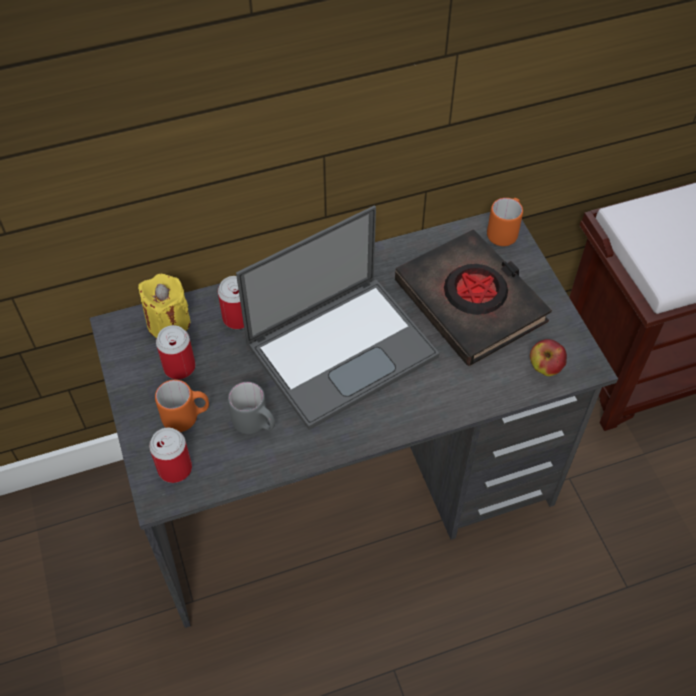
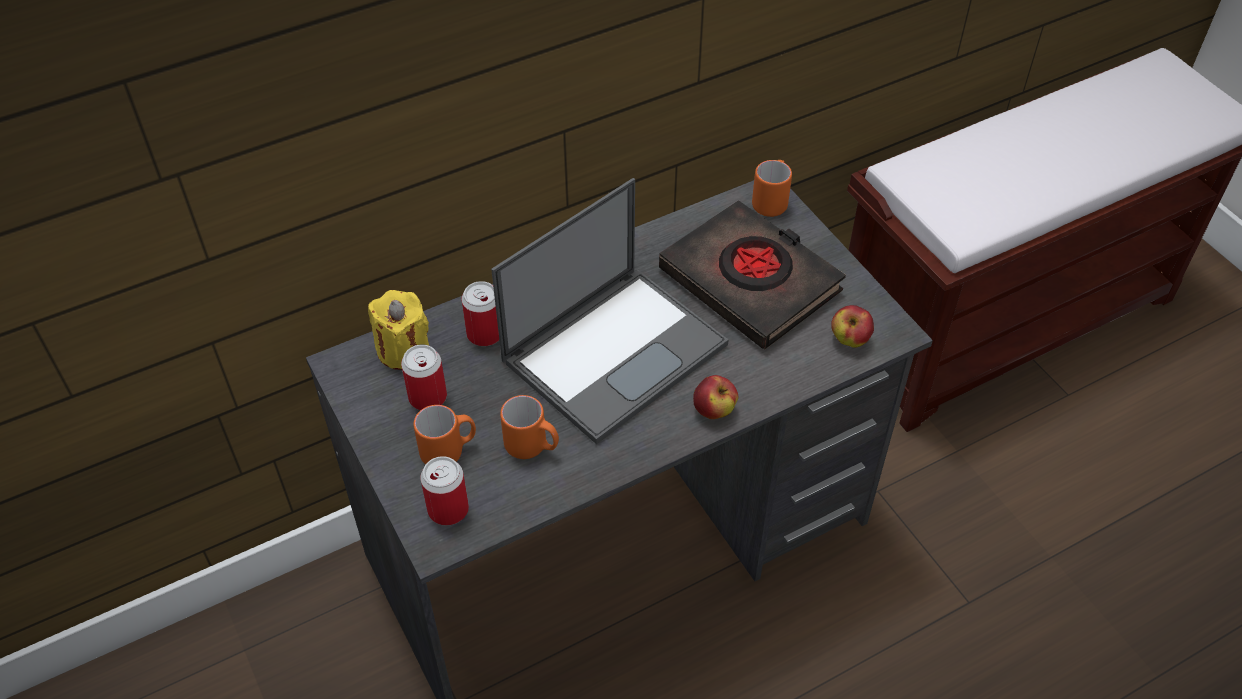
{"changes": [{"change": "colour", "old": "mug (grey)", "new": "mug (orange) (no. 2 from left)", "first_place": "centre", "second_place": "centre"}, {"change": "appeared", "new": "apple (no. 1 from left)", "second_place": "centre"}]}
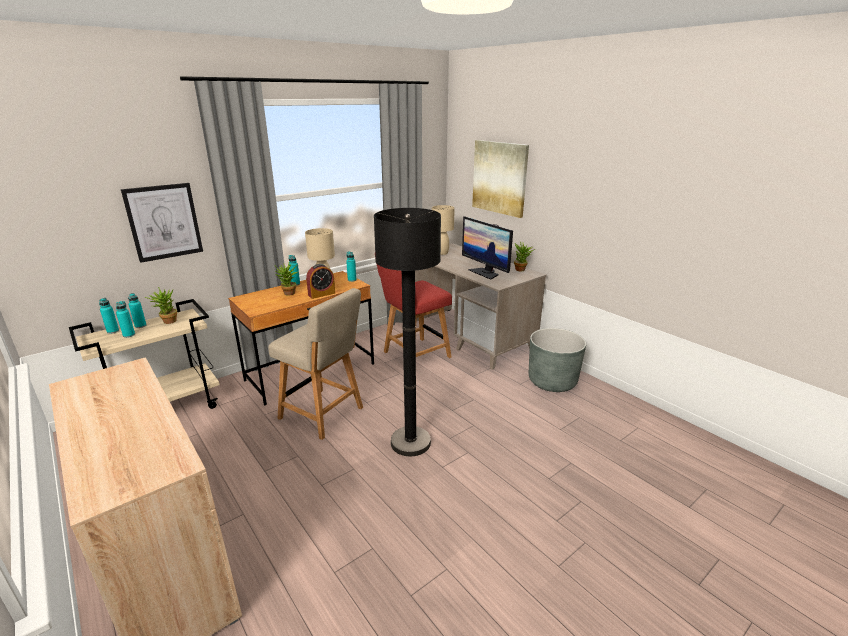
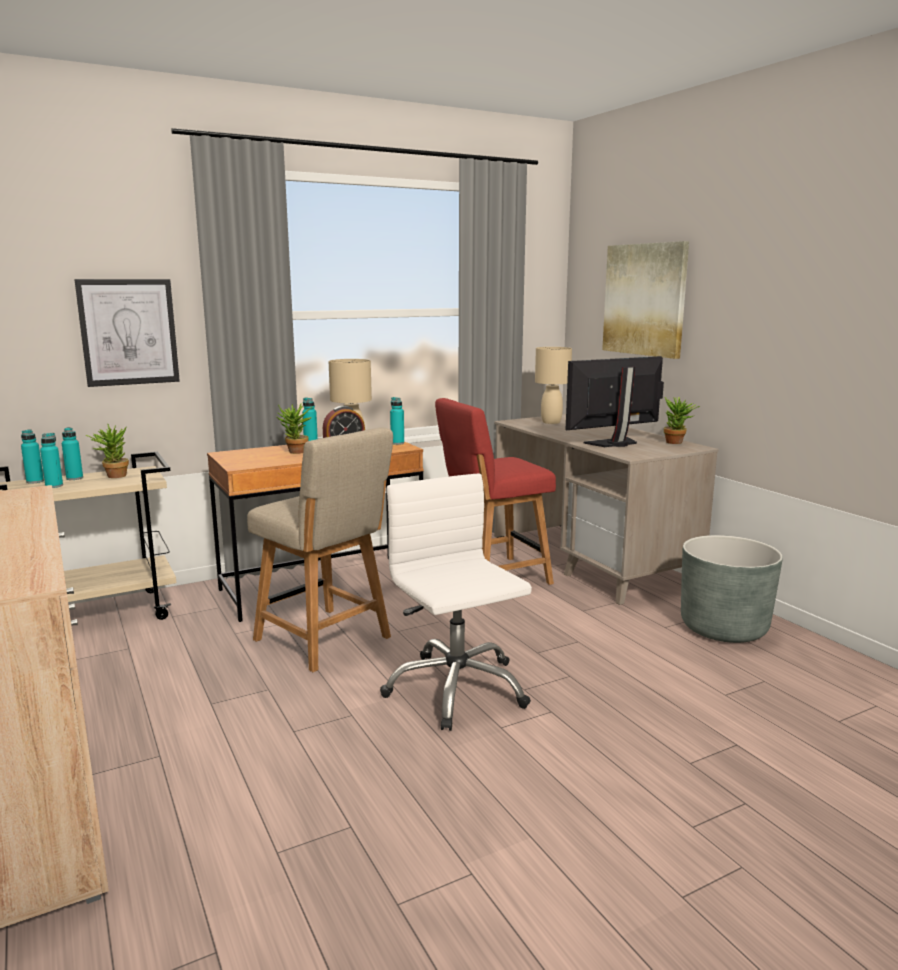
{"changes": [{"change": "exchanged", "old": "floor lamp (black)", "new": "office chair (white)", "first_place": "centre", "second_place": "centre"}, {"change": "spun", "old": "monitor", "first_place": "centre", "second_place": "middle right", "degrees": 90}]}
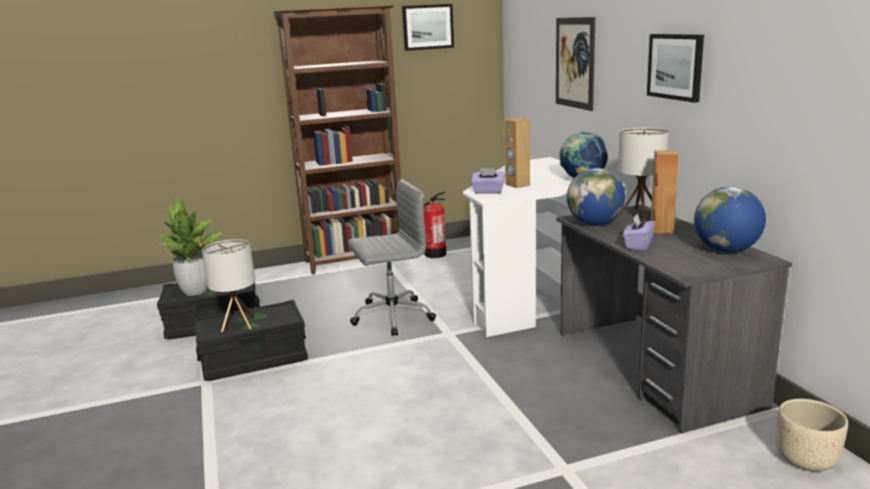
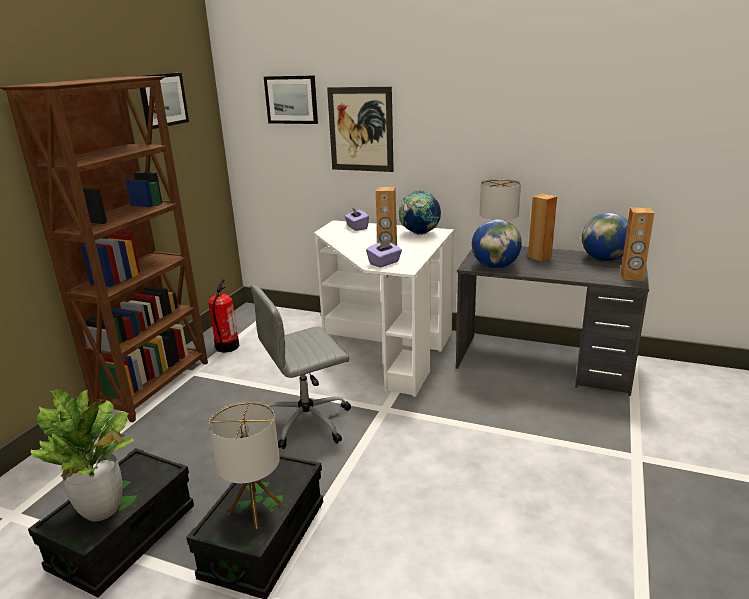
{"changes": [{"change": "spun", "old": "office chair (grey)", "first_place": "centre", "second_place": "centre", "degrees": -135}, {"change": "relocated", "old": "picture (no. 3 from left in the first image)", "new": "picture (no. 2 from left)", "first_place": "top right", "second_place": "top centre"}, {"change": "relocated", "old": "tissue box (purple) (no. 2 from left in the first image)", "new": "tissue box (purple) (no. 1 from left)", "first_place": "middle right", "second_place": "centre"}, {"change": "appeared", "new": "speaker (brown) (no. 3 from left)", "second_place": "middle right"}, {"change": "missing", "old": "planter (beige)", "first_place": "bottom right"}]}
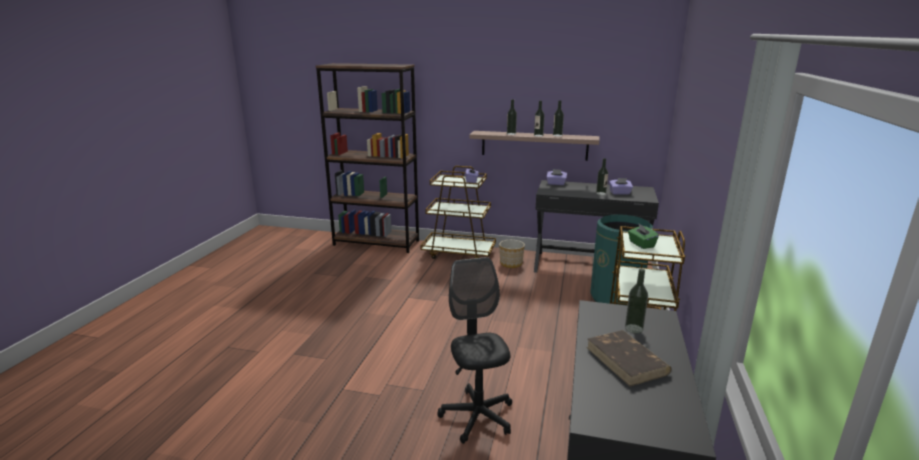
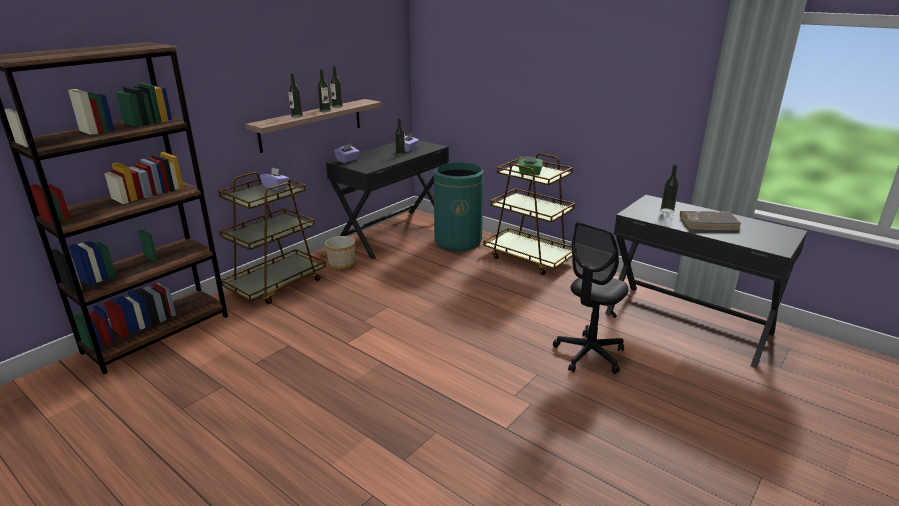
{"changes": [{"change": "spun", "old": "office chair (black)", "first_place": "bottom centre", "second_place": "centre", "degrees": -60}]}
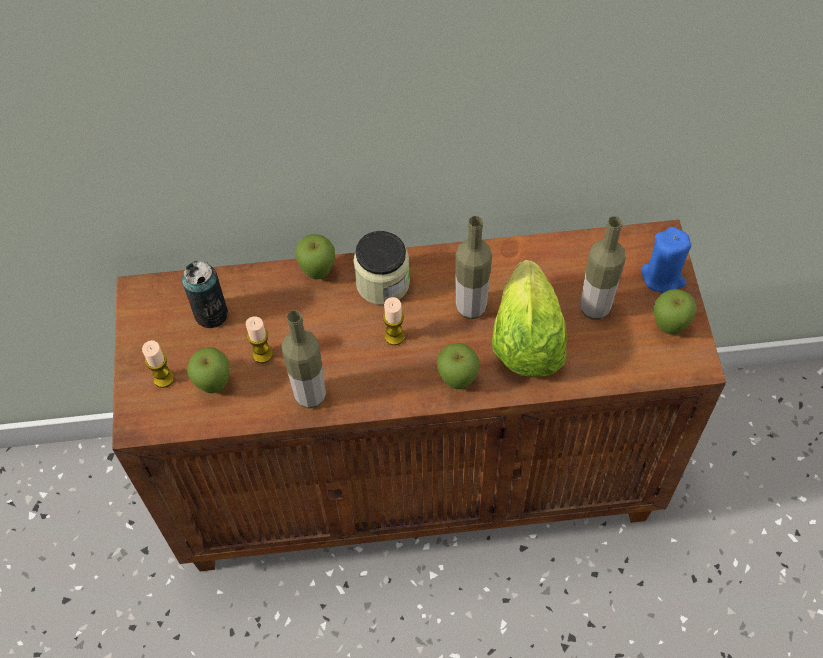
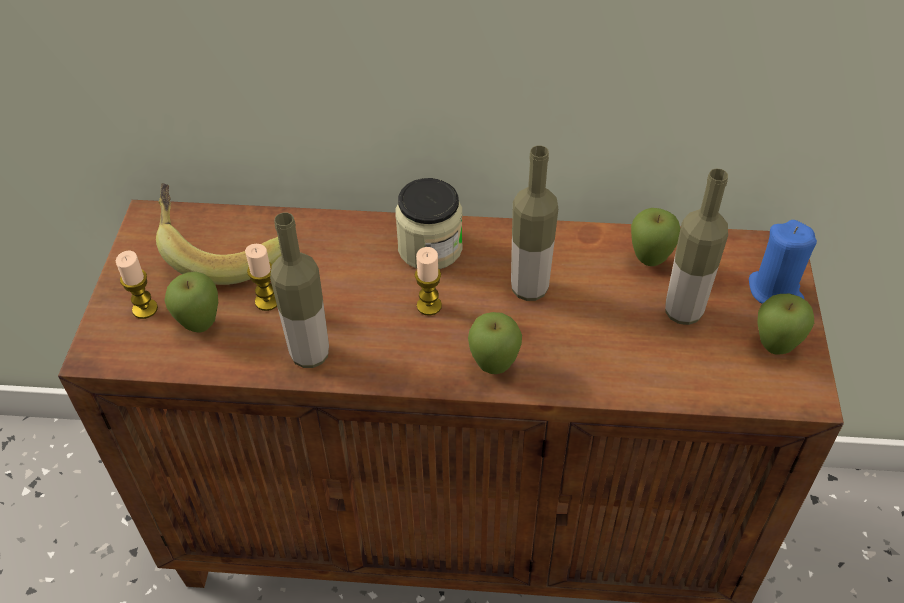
{"changes": [{"change": "exchanged", "old": "can", "new": "banana", "first_place": "middle left", "second_place": "middle left"}, {"change": "relocated", "old": "apple (no. 2 from left in the first image)", "new": "apple (no. 3 from left)", "first_place": "centre", "second_place": "middle right"}, {"change": "missing", "old": "lettuce", "first_place": "centre"}]}
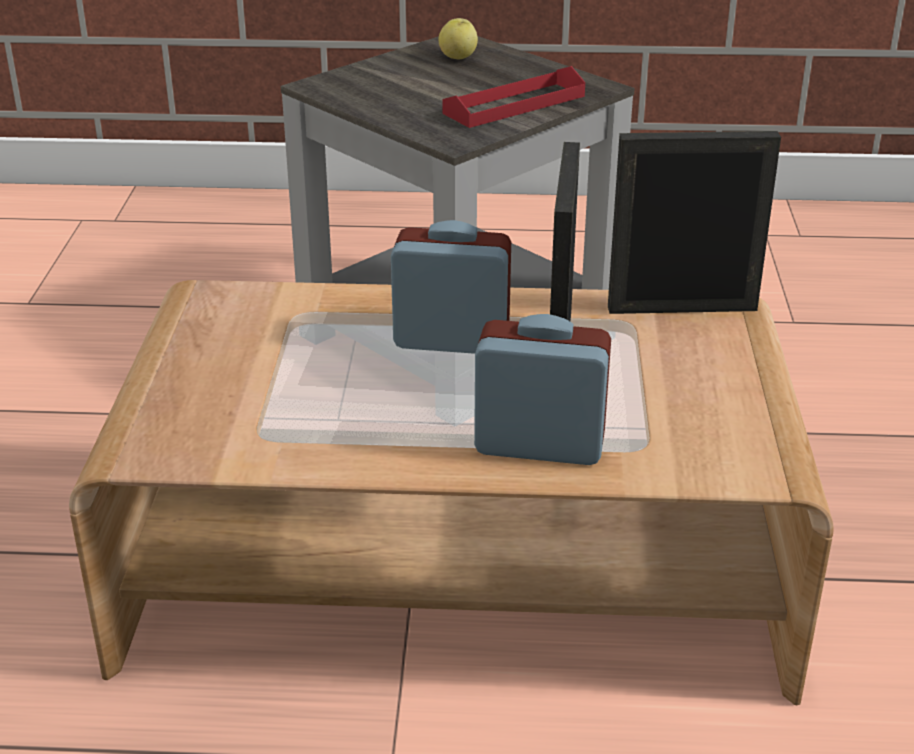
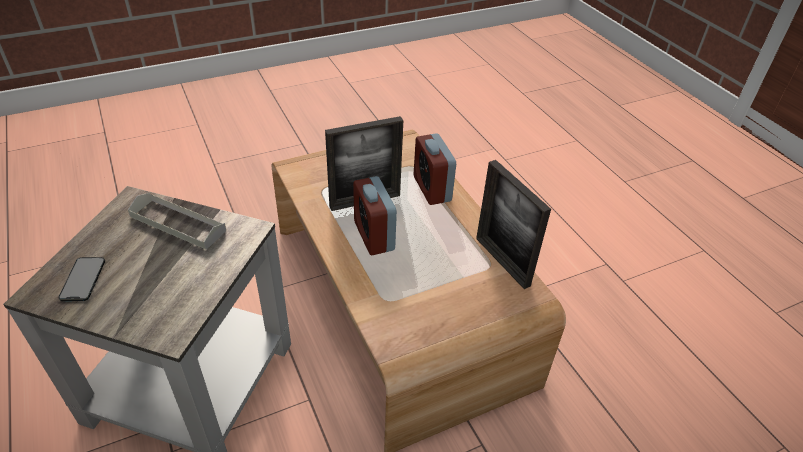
{"changes": [{"change": "exchanged", "old": "apple", "new": "phone", "first_place": "top centre", "second_place": "middle left"}, {"change": "colour", "old": "tray (red)", "new": "tray (grey)", "first_place": "top centre", "second_place": "middle left"}, {"change": "relocated", "old": "picture frame (no. 2 from left)", "first_place": "top right", "second_place": "centre"}]}
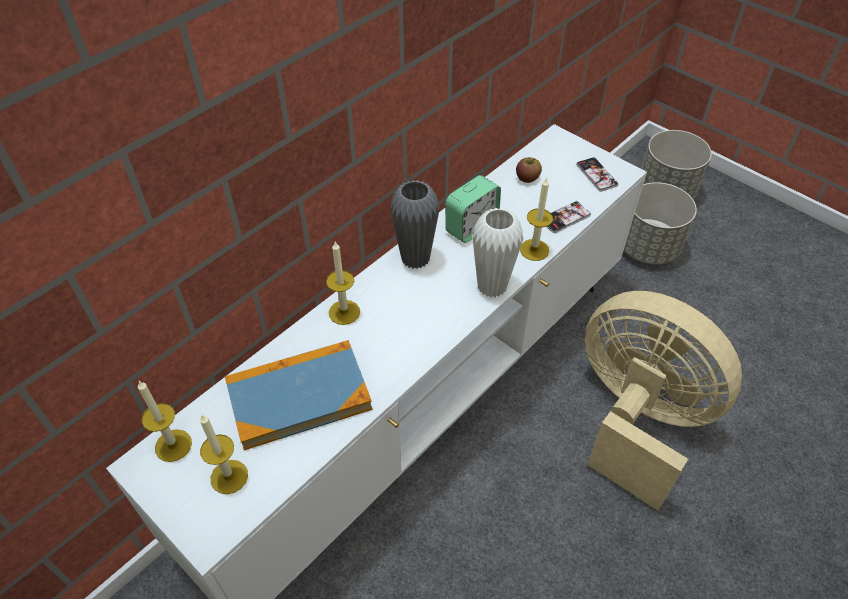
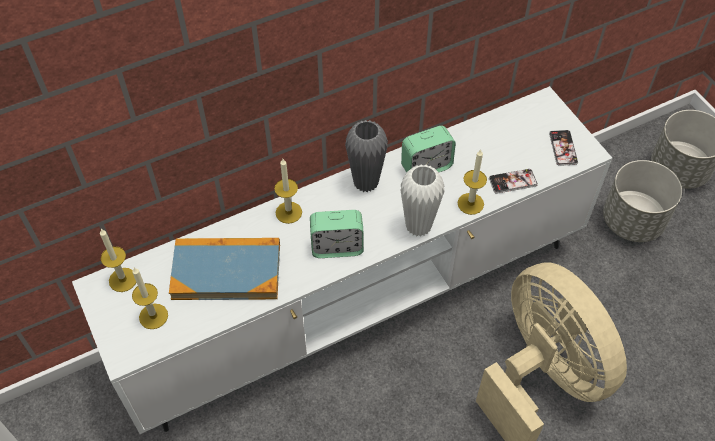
{"changes": [{"change": "appeared", "new": "alarm clock (no. 1 from left)", "second_place": "centre"}, {"change": "missing", "old": "apple", "first_place": "top centre"}]}
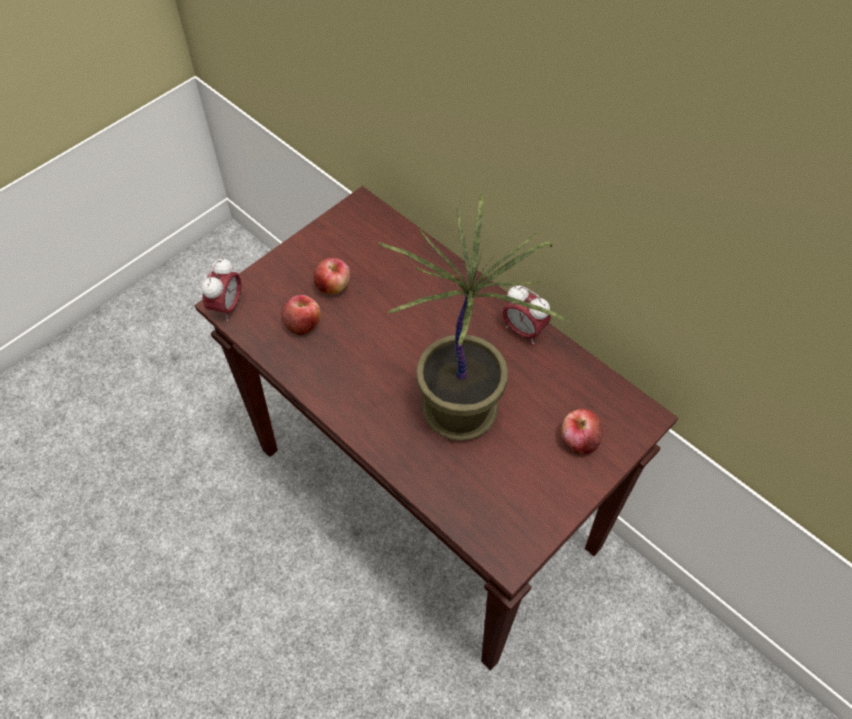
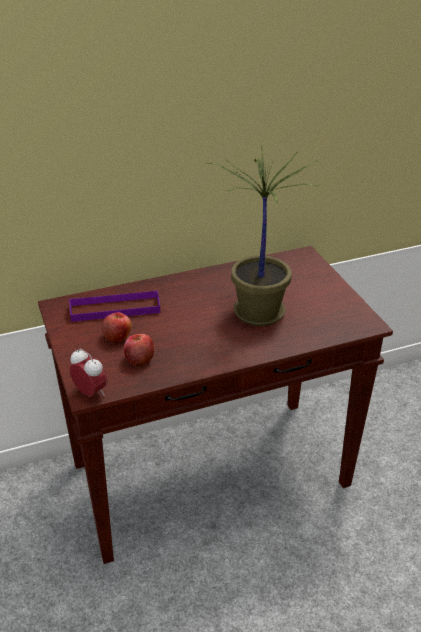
{"changes": [{"change": "appeared", "new": "tray (purple)", "second_place": "middle left"}, {"change": "missing", "old": "alarm clock (no. 2 from left)", "first_place": "centre"}, {"change": "missing", "old": "apple (no. 3 from left)", "first_place": "middle right"}]}
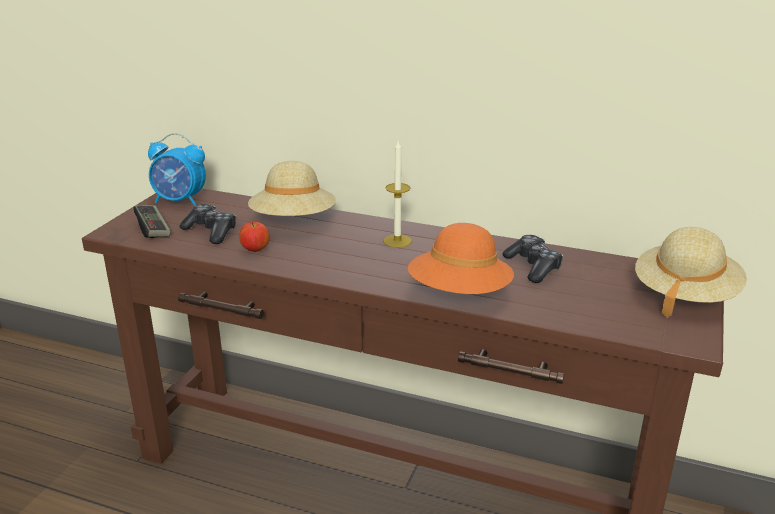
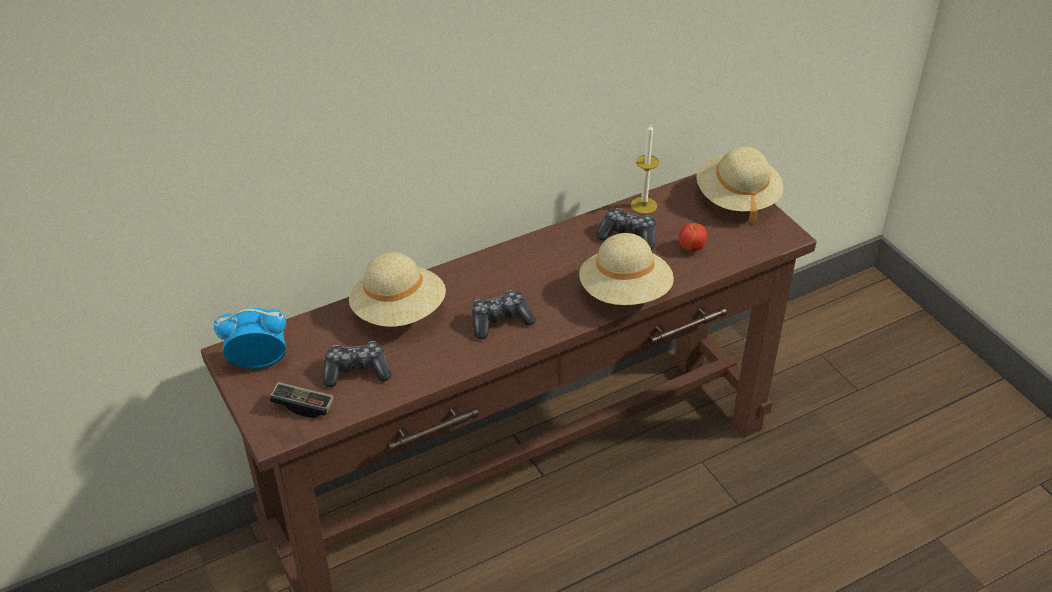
{"changes": [{"change": "spun", "old": "alarm clock", "first_place": "top left", "second_place": "middle left", "degrees": -150}, {"change": "appeared", "new": "game controller (no. 3 from left)", "second_place": "centre"}, {"change": "colour", "old": "hat (orange)", "new": "hat (beige) (no. 2 from left)", "first_place": "centre", "second_place": "centre"}, {"change": "relocated", "old": "candle", "first_place": "centre", "second_place": "top centre"}, {"change": "relocated", "old": "apple", "first_place": "middle left", "second_place": "centre"}]}
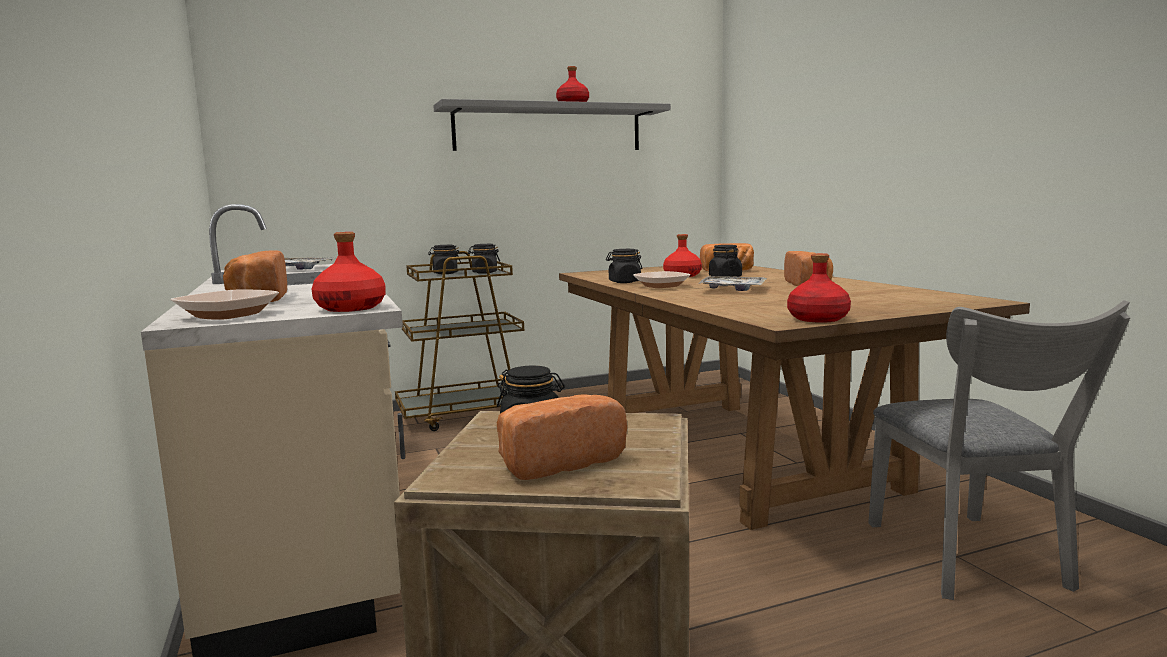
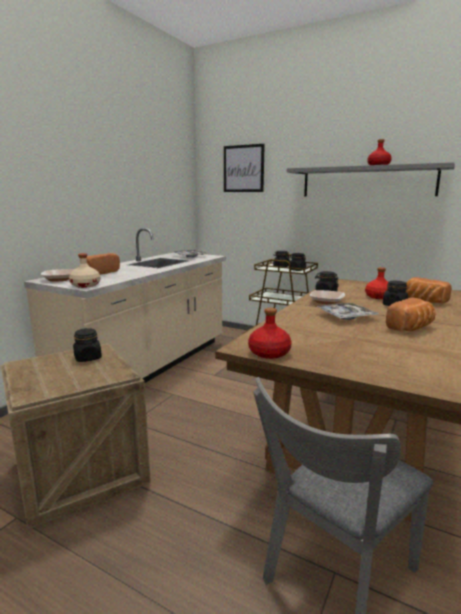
{"changes": [{"change": "colour", "old": "bottle (red) (no. 1 from left)", "new": "bottle (beige)", "first_place": "middle left", "second_place": "middle left"}, {"change": "appeared", "new": "picture", "second_place": "top centre"}, {"change": "missing", "old": "bread (no. 2 from left)", "first_place": "centre"}]}
